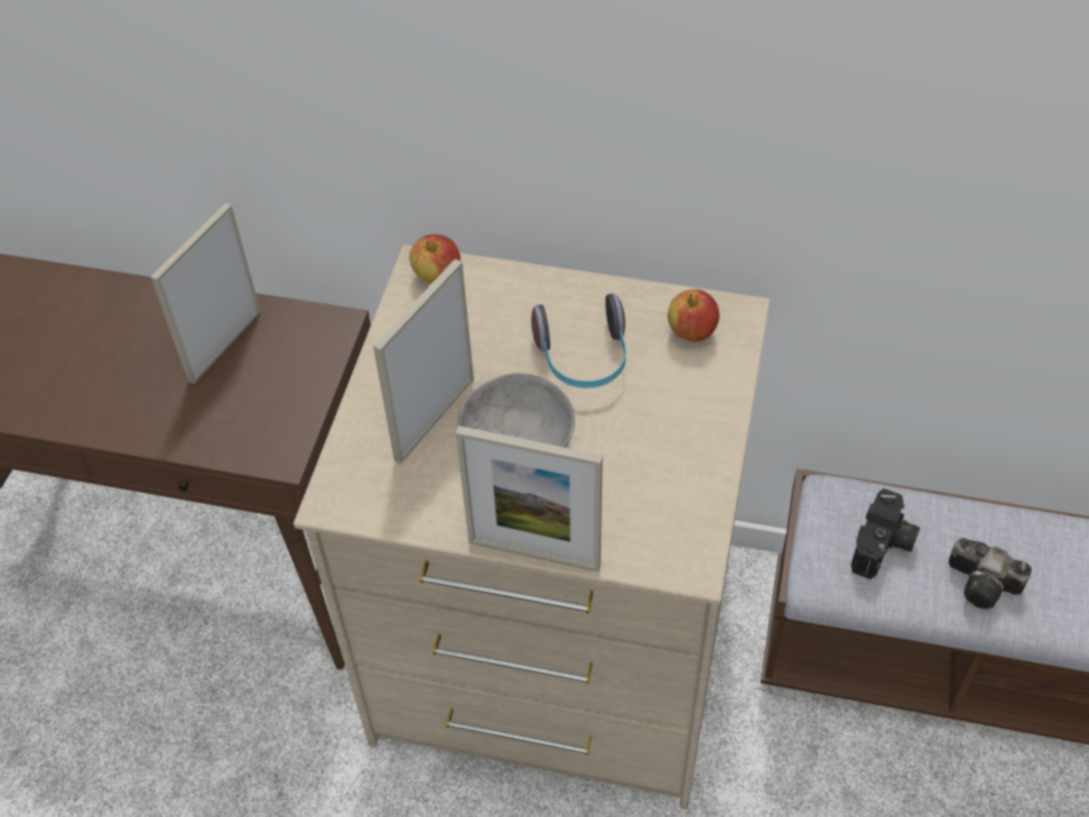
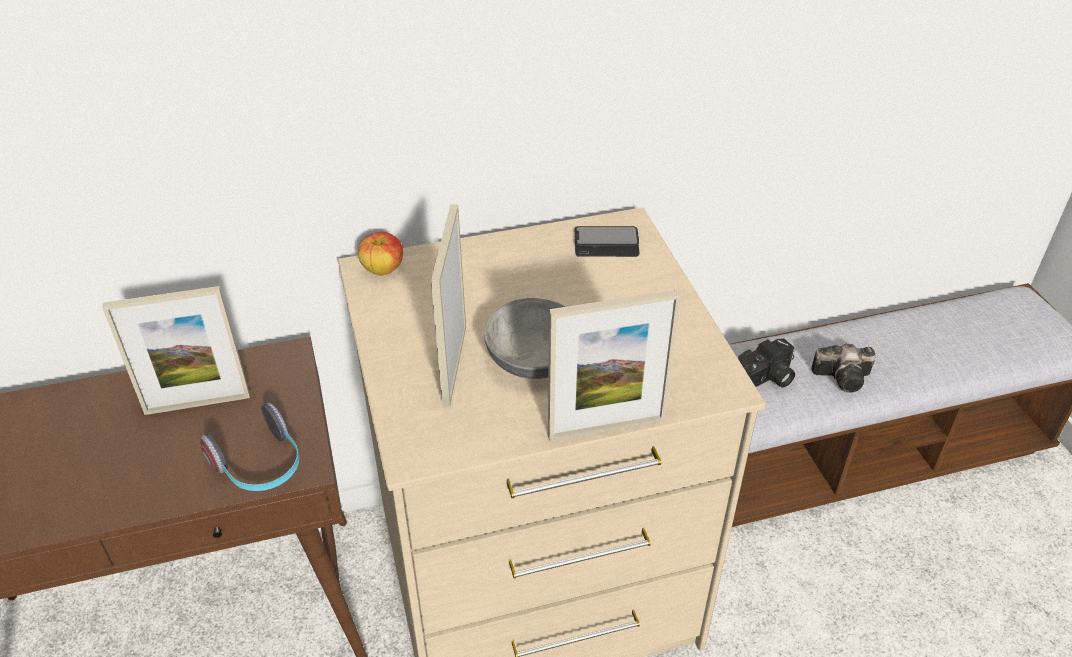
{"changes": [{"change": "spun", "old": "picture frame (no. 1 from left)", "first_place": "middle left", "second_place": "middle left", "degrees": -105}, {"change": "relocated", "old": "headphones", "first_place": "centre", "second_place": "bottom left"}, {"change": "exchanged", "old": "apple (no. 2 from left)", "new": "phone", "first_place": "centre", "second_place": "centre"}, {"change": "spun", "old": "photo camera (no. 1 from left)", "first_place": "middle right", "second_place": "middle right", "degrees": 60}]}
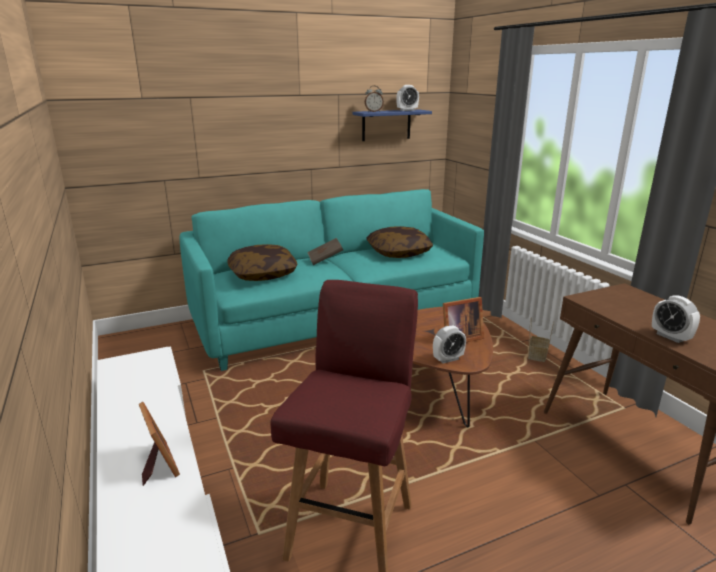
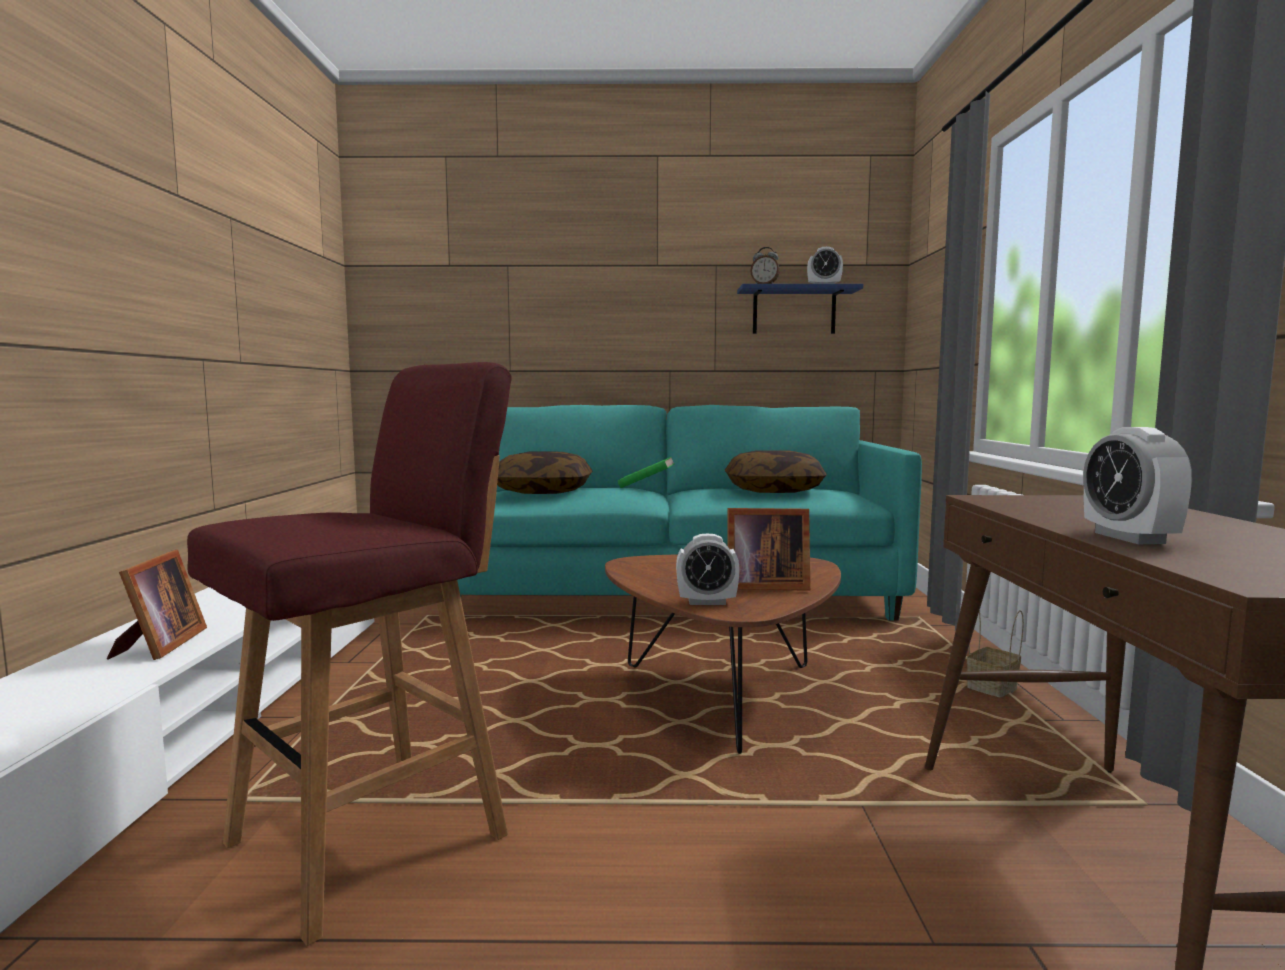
{"changes": [{"change": "colour", "old": "book (brown)", "new": "book (green)", "first_place": "centre", "second_place": "centre"}]}
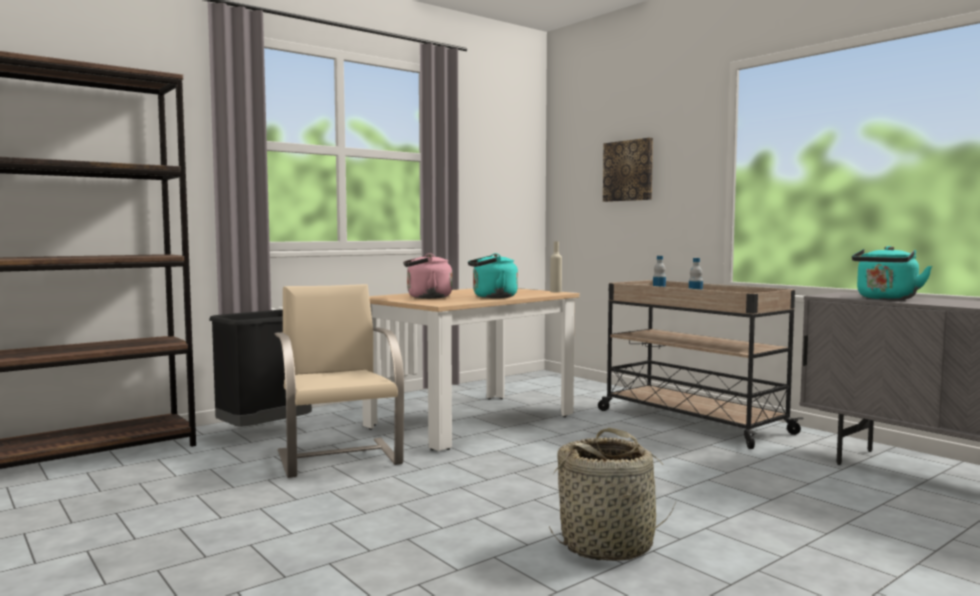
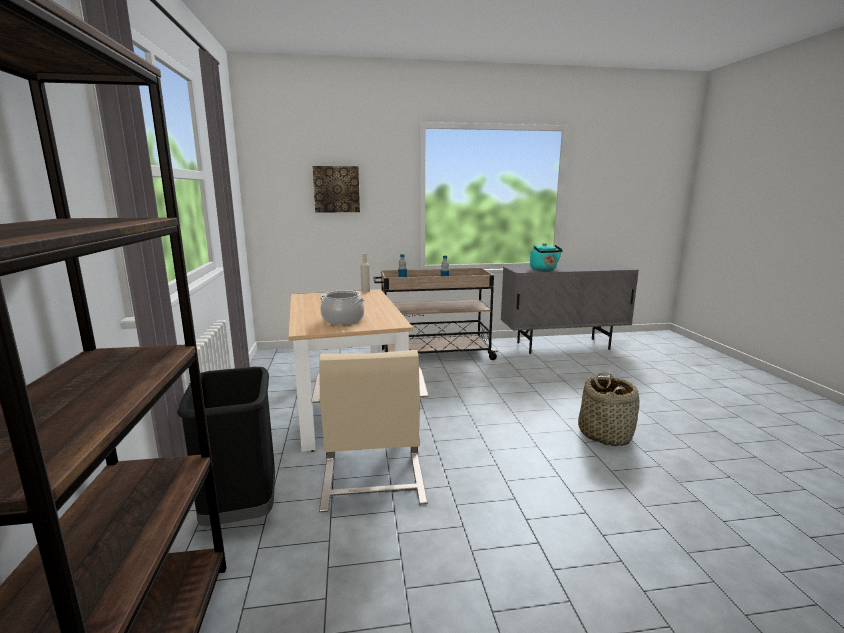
{"changes": [{"change": "spun", "old": "chair (beige)", "first_place": "centre", "second_place": "bottom centre", "degrees": -105}, {"change": "exchanged", "old": "kettle (pink)", "new": "cooking pot", "first_place": "centre", "second_place": "centre"}, {"change": "missing", "old": "kettle (turquoise) (no. 1 from left)", "first_place": "centre"}]}
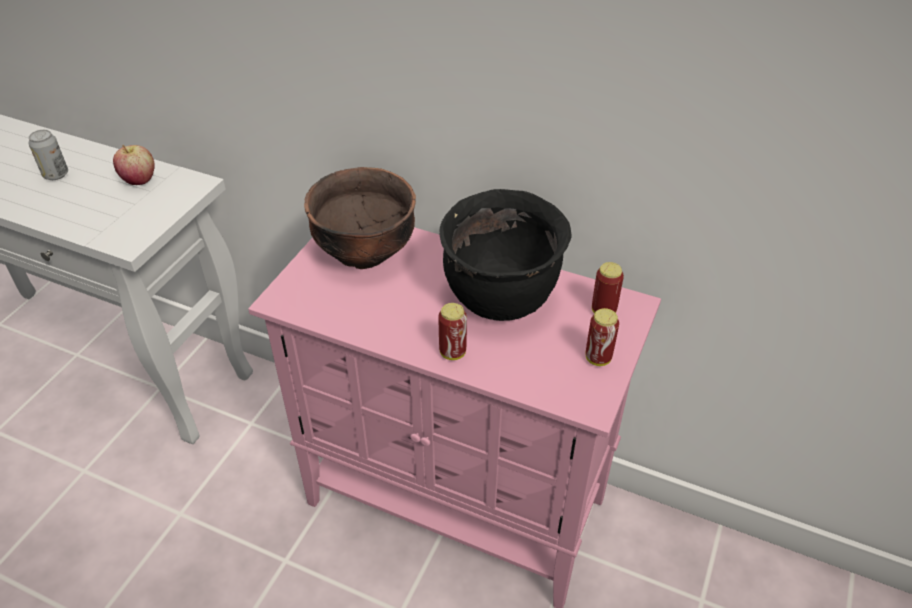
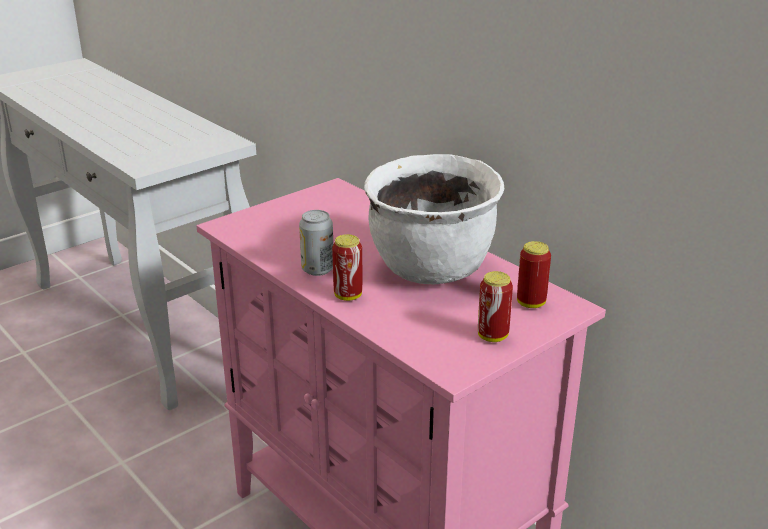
{"changes": [{"change": "relocated", "old": "can (no. 1 from left)", "first_place": "top left", "second_place": "centre"}, {"change": "colour", "old": "cooking pot (black)", "new": "cooking pot (white)", "first_place": "centre", "second_place": "centre"}, {"change": "missing", "old": "apple", "first_place": "top left"}, {"change": "missing", "old": "bowl (brown)", "first_place": "centre"}]}
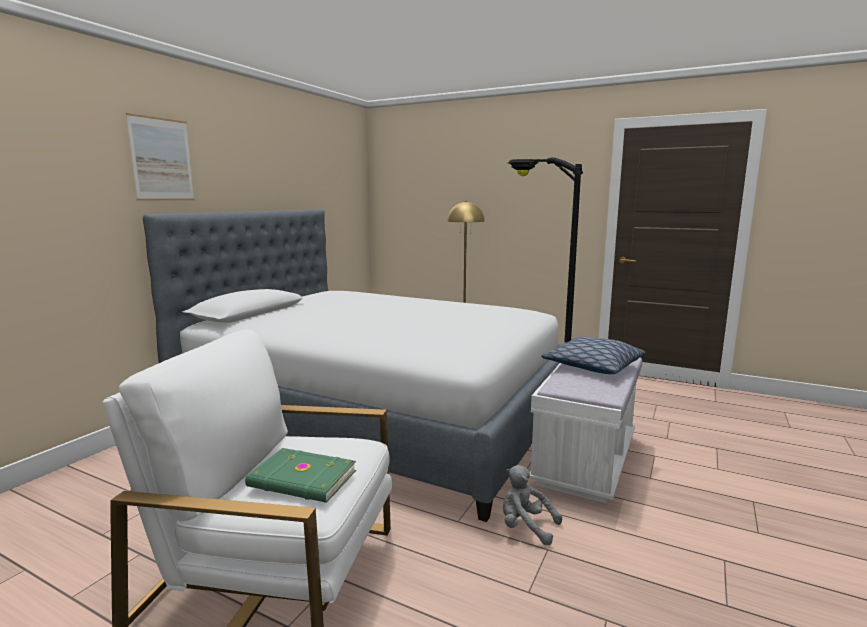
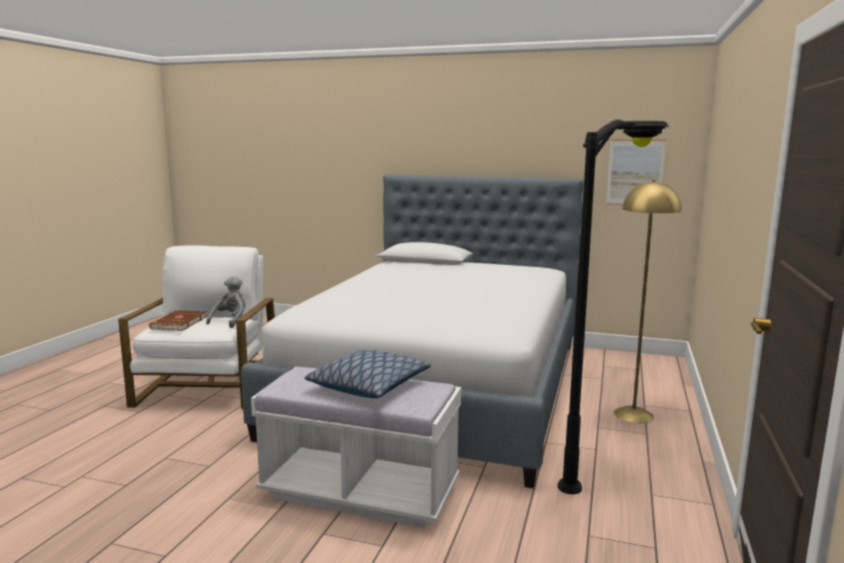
{"changes": [{"change": "colour", "old": "book (green)", "new": "book (brown)", "first_place": "bottom centre", "second_place": "middle left"}, {"change": "relocated", "old": "plush toy (grey)", "first_place": "bottom centre", "second_place": "middle left"}, {"change": "relocated", "old": "picture", "first_place": "top left", "second_place": "top right"}]}
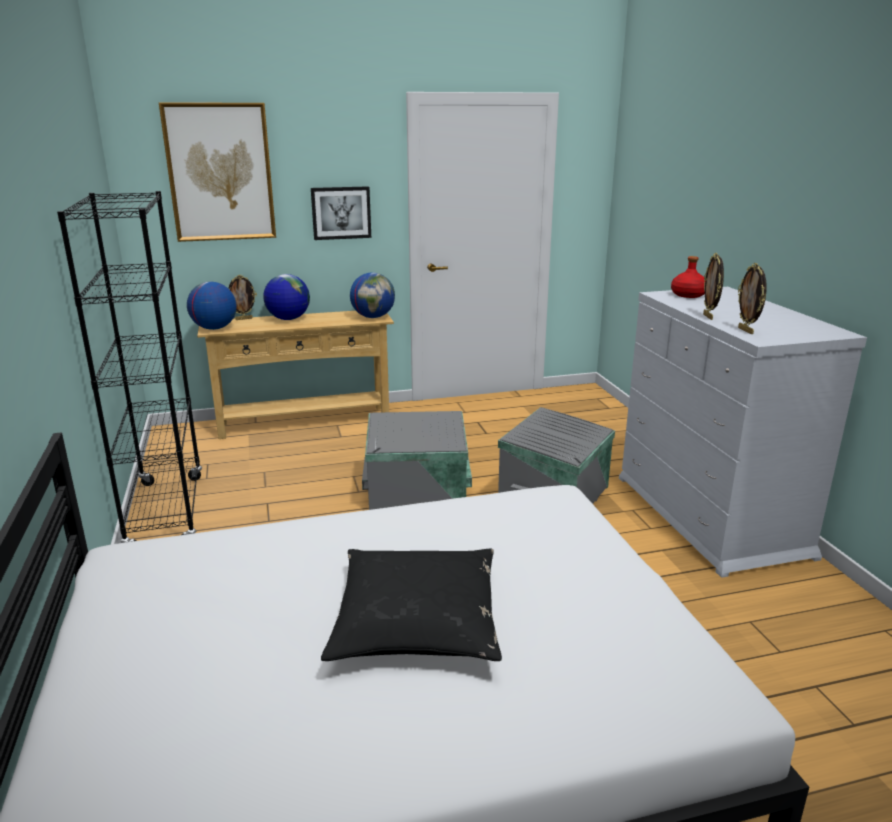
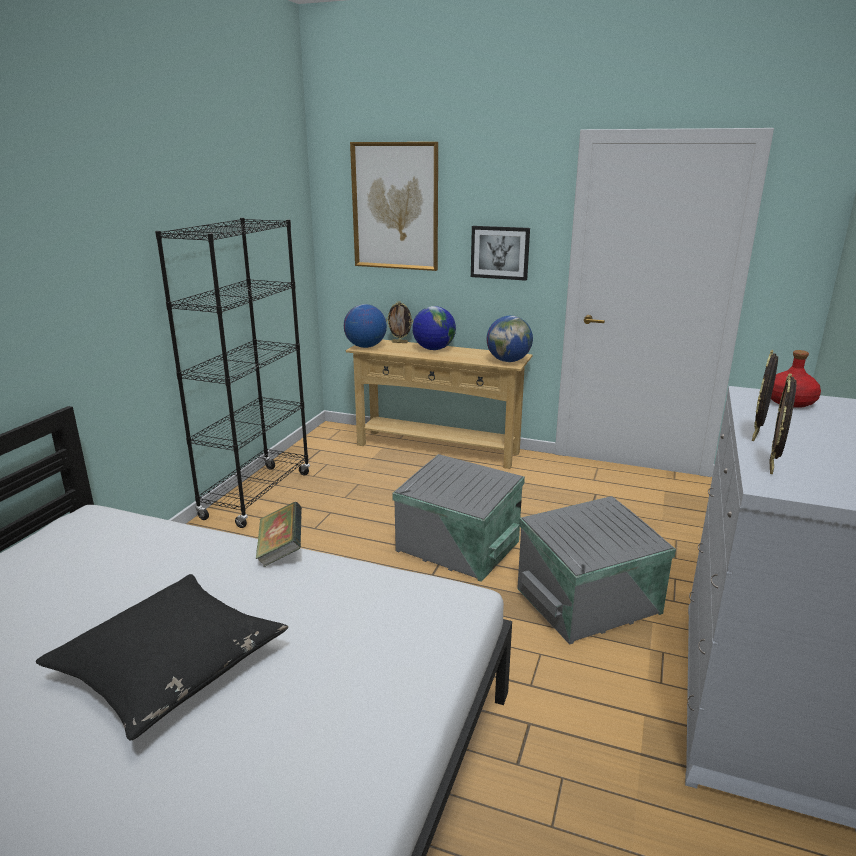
{"changes": [{"change": "appeared", "new": "book", "second_place": "middle left"}]}
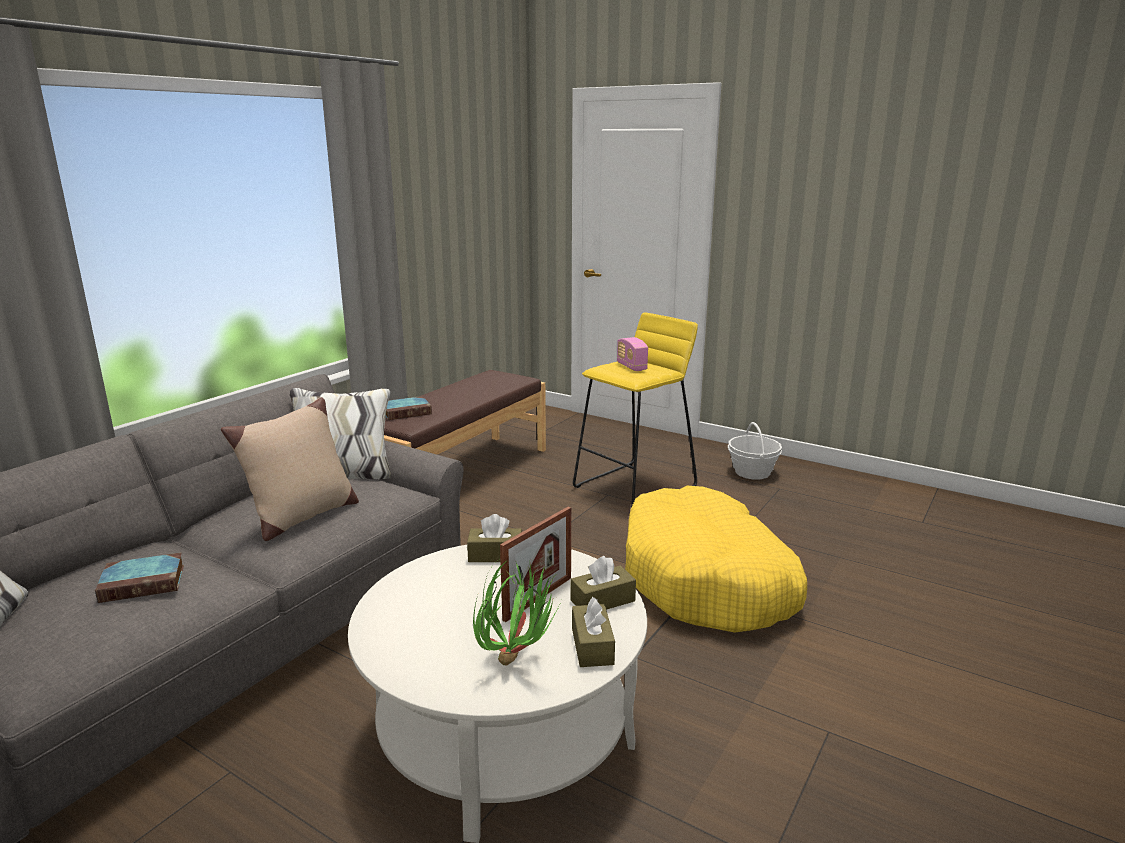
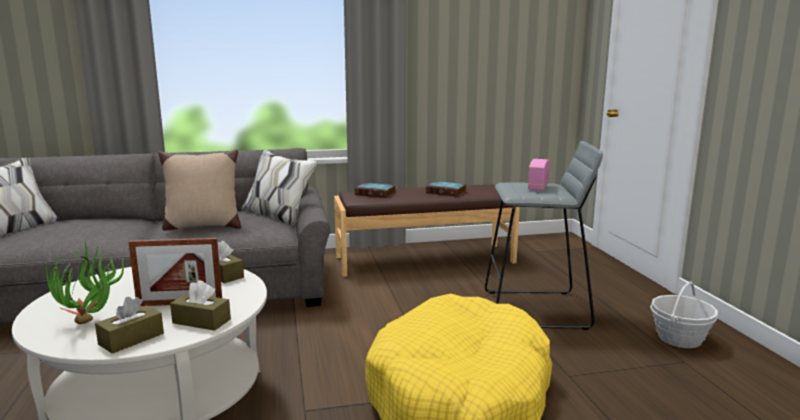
{"changes": [{"change": "relocated", "old": "book (no. 1 from left in the first image)", "new": "book (no. 2 from left)", "first_place": "bottom left", "second_place": "centre"}, {"change": "colour", "old": "stool (yellow)", "new": "stool (grey)", "first_place": "centre", "second_place": "middle right"}]}
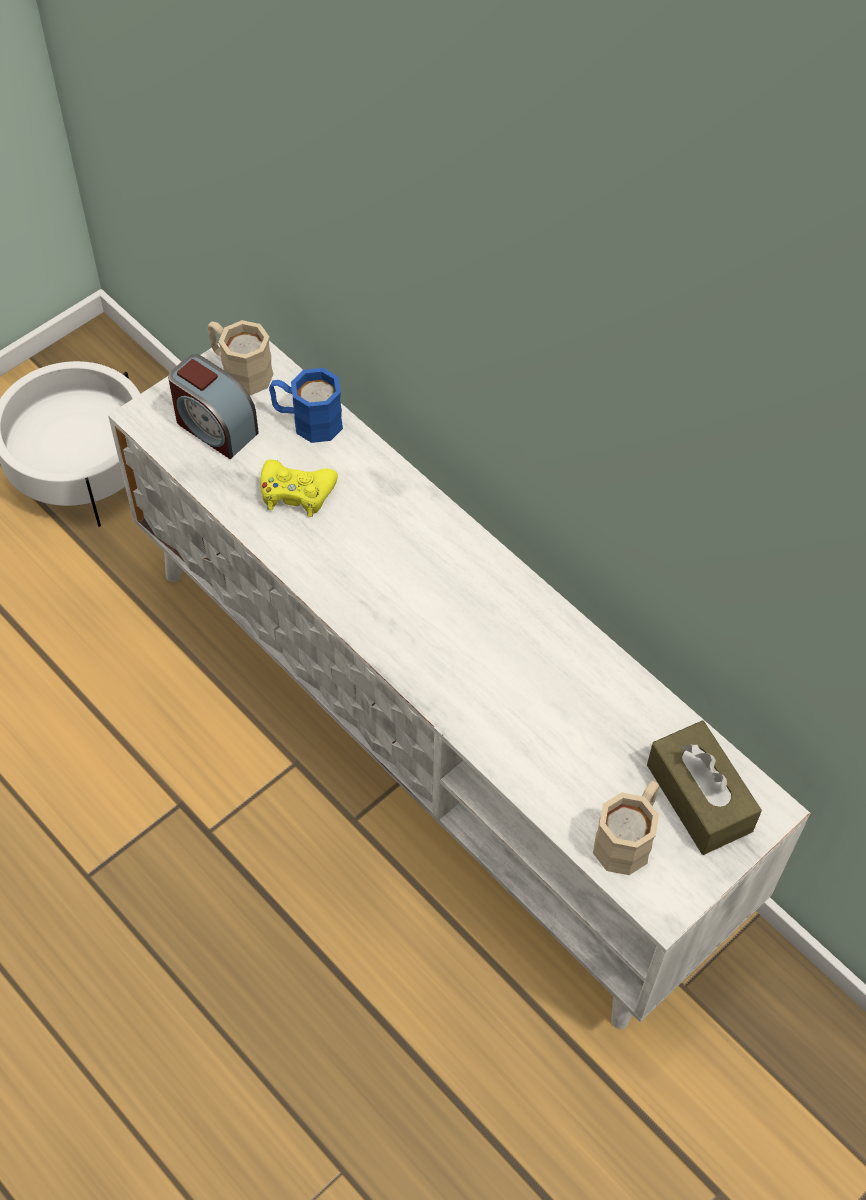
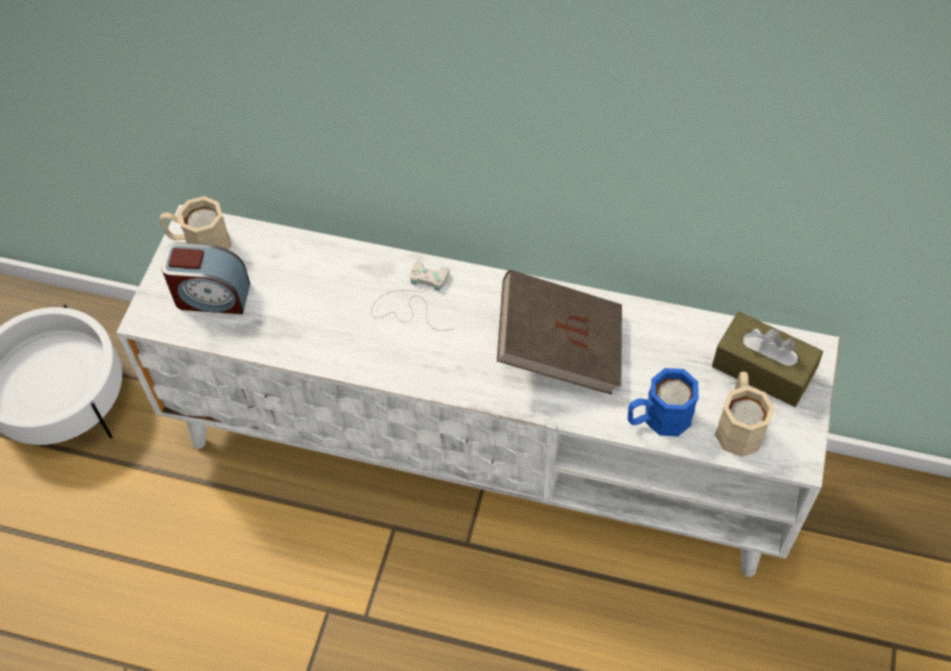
{"changes": [{"change": "appeared", "new": "game controller (white)", "second_place": "centre"}, {"change": "appeared", "new": "book (brown)", "second_place": "centre"}, {"change": "relocated", "old": "mug (blue)", "first_place": "centre", "second_place": "middle right"}, {"change": "missing", "old": "game controller (yellow)", "first_place": "centre"}]}
